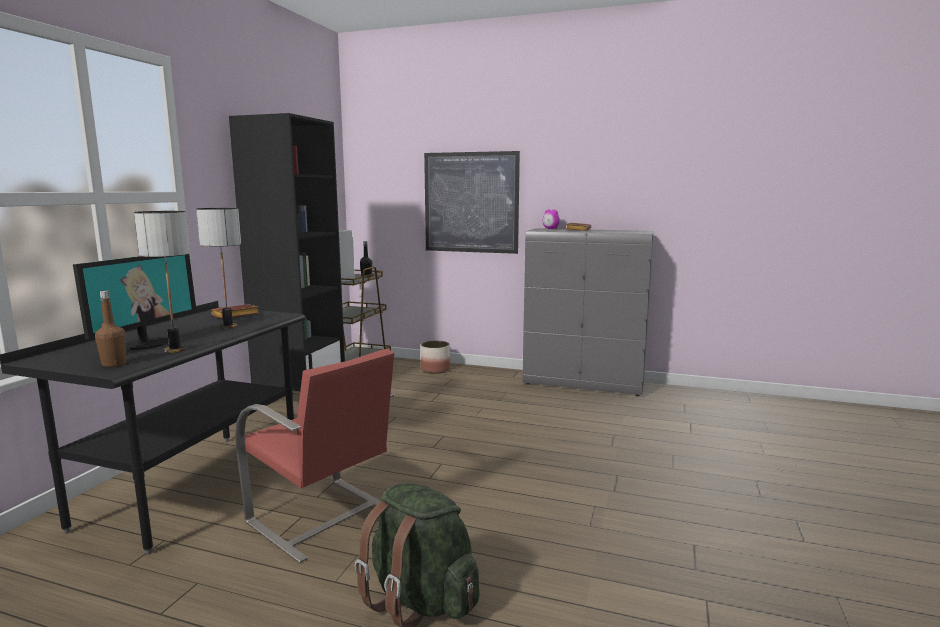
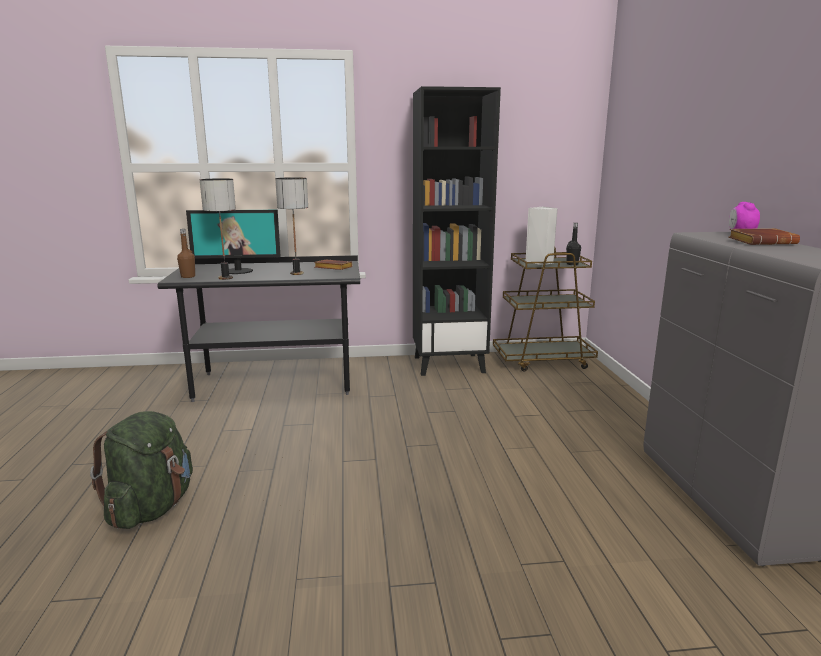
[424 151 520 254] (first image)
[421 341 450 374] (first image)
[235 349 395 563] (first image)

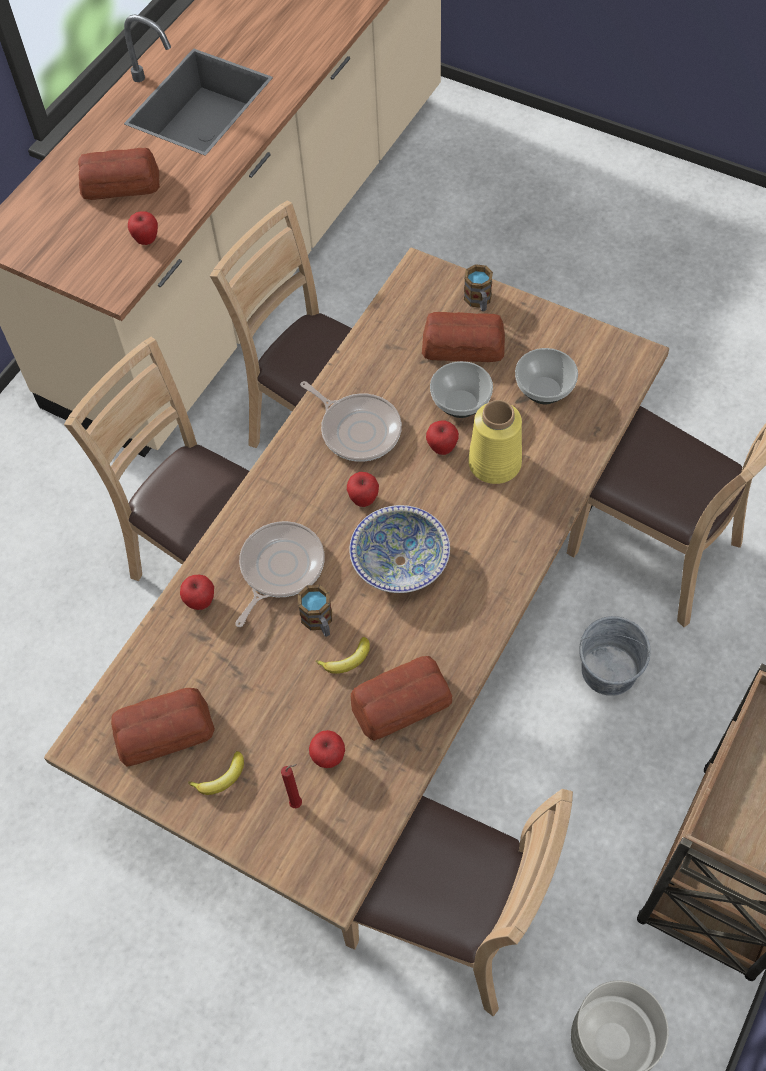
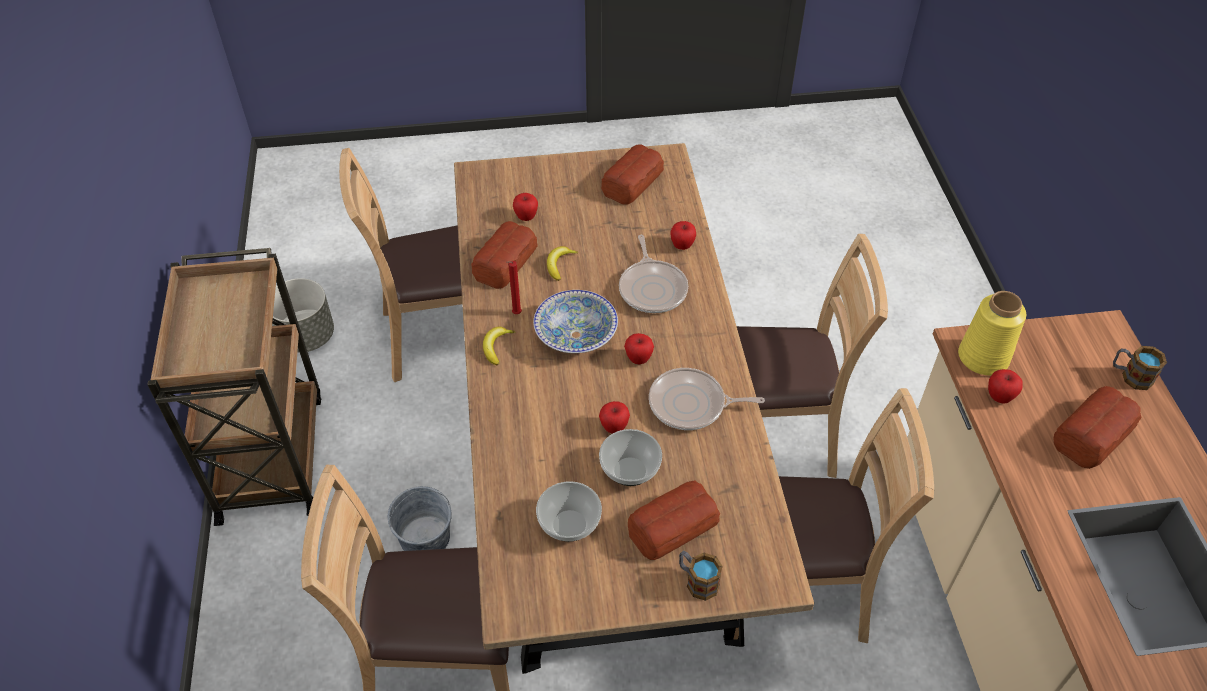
[958 291 1026 375]
[1113 346 1167 390]
[483 327 516 365]
[506 261 522 314]

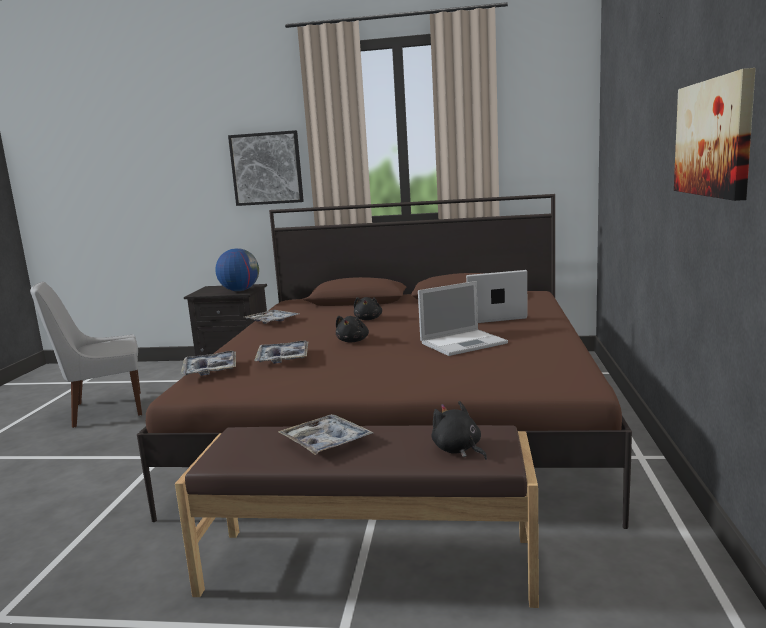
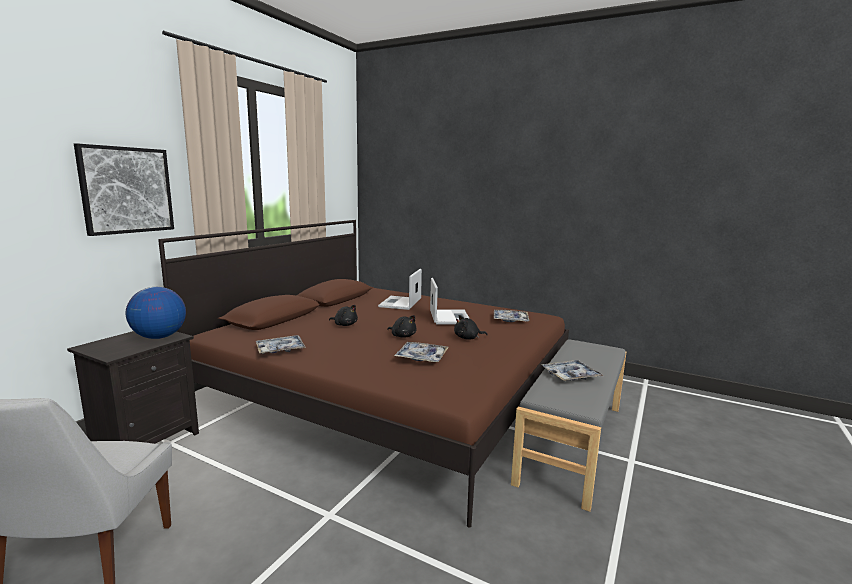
[674 68 756 201] (first image)
[494 310 529 322]
[454 315 488 340]
[511 339 626 512]

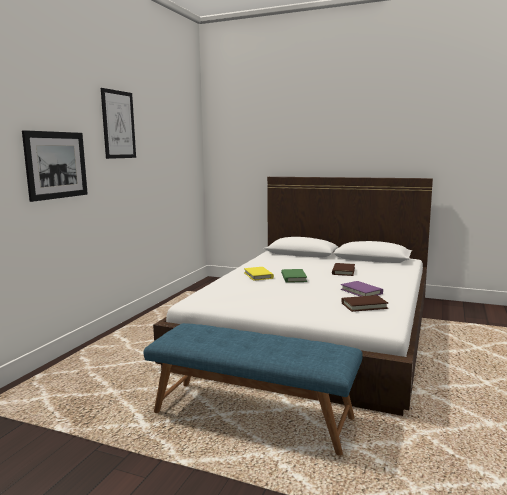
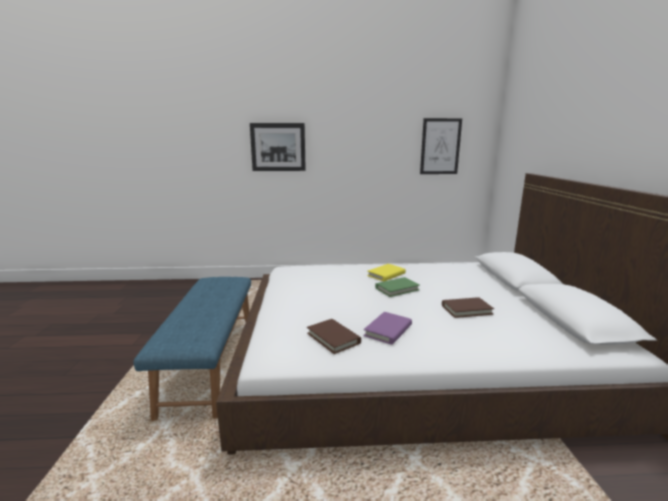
[420 118 462 174]

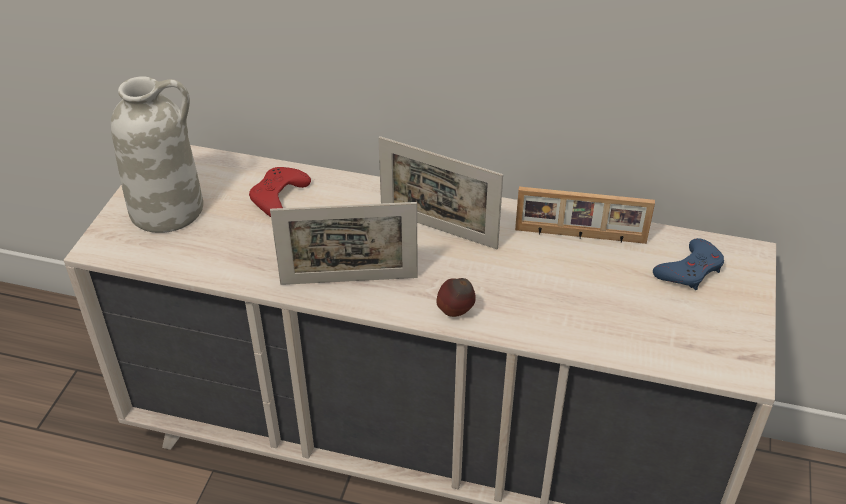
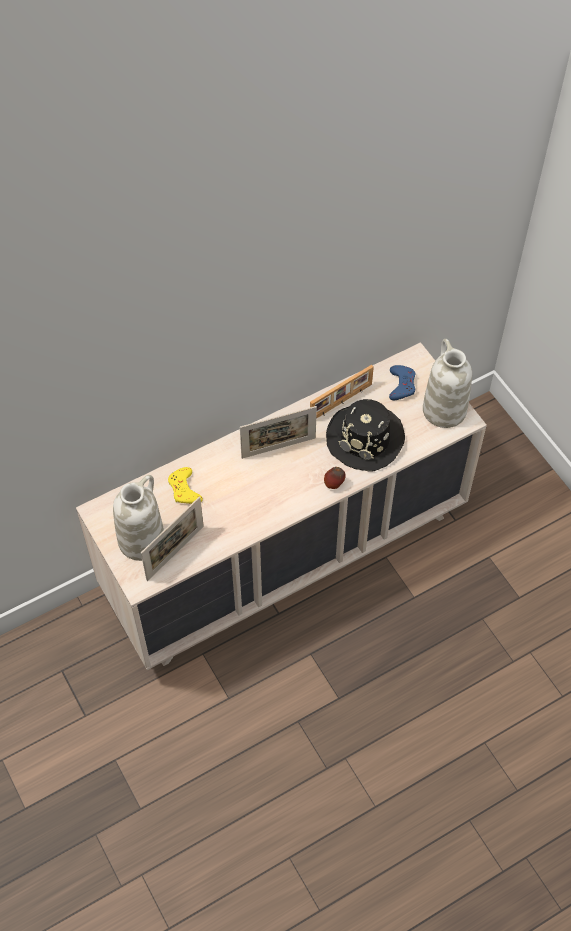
[168 467 203 504]
[141 497 204 581]
[423 339 472 428]
[326 399 405 472]

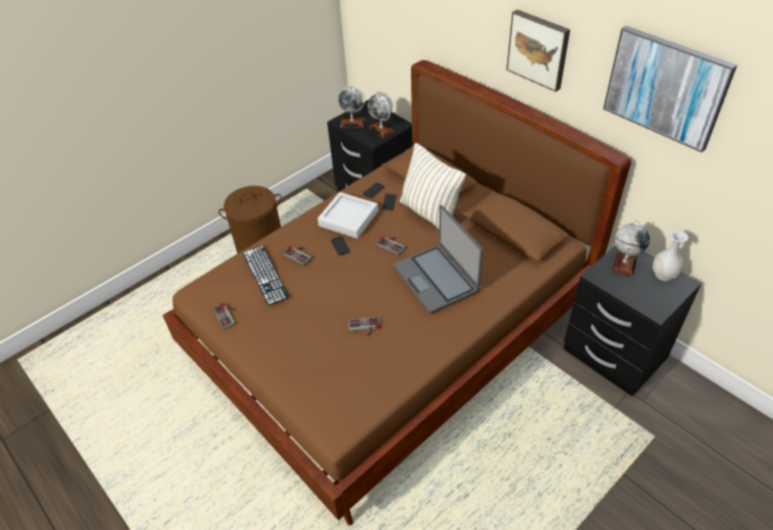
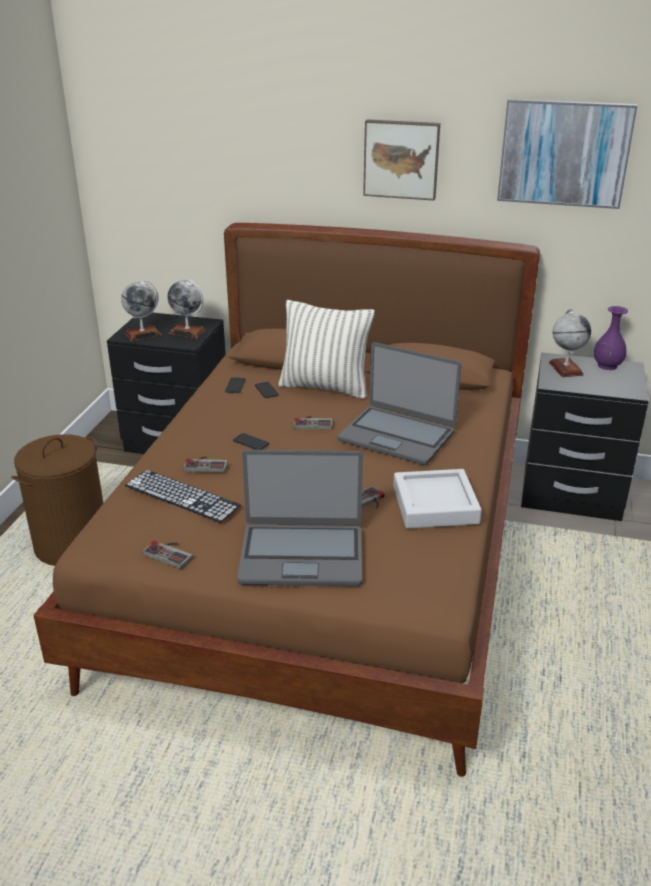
[393 469 482 529]
[594 306 628 370]
[237 450 363 586]

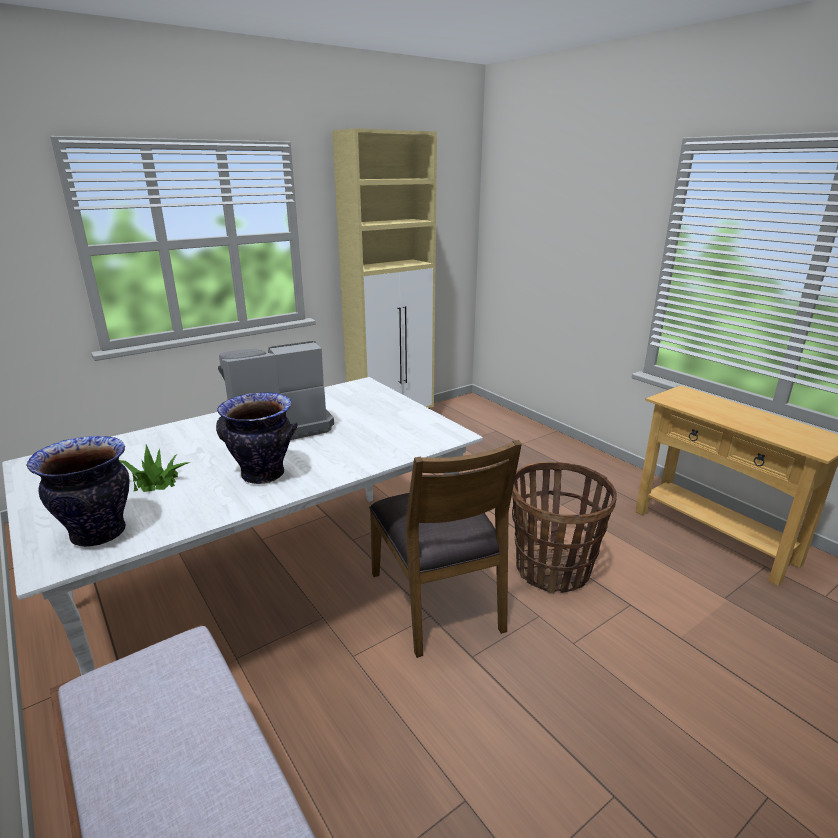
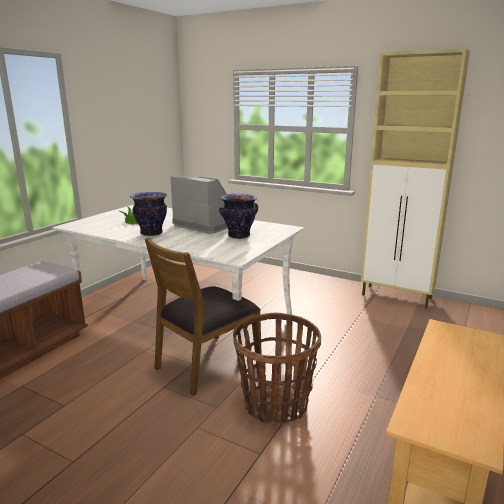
[219 193 258 239]

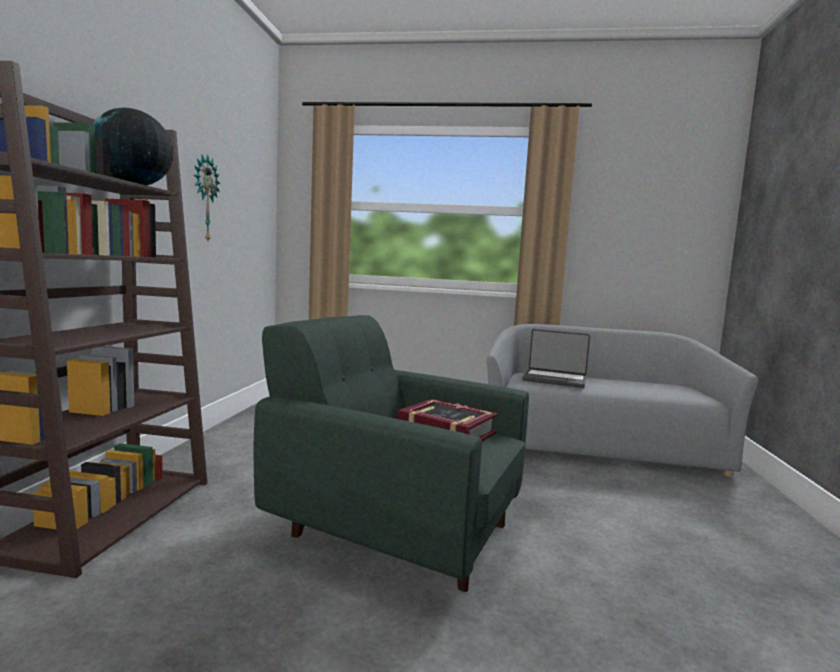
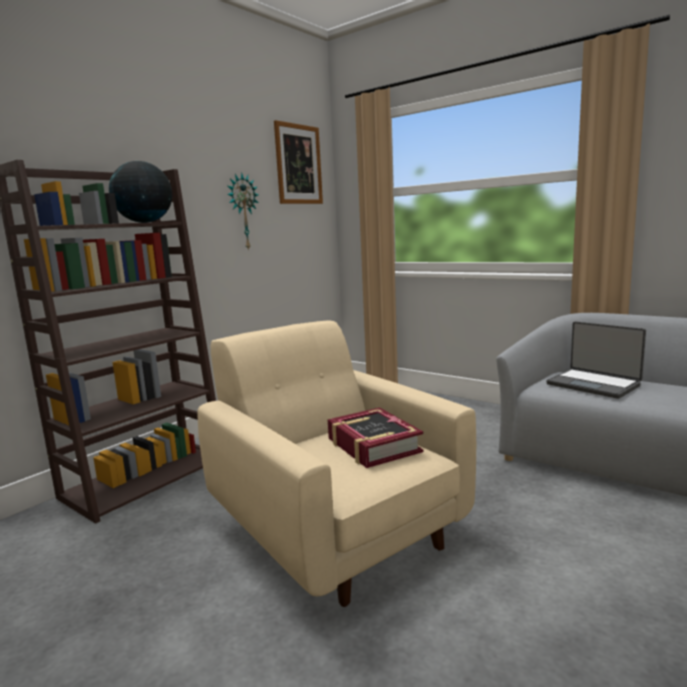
[197 321 476 607]
[274 120 323 204]

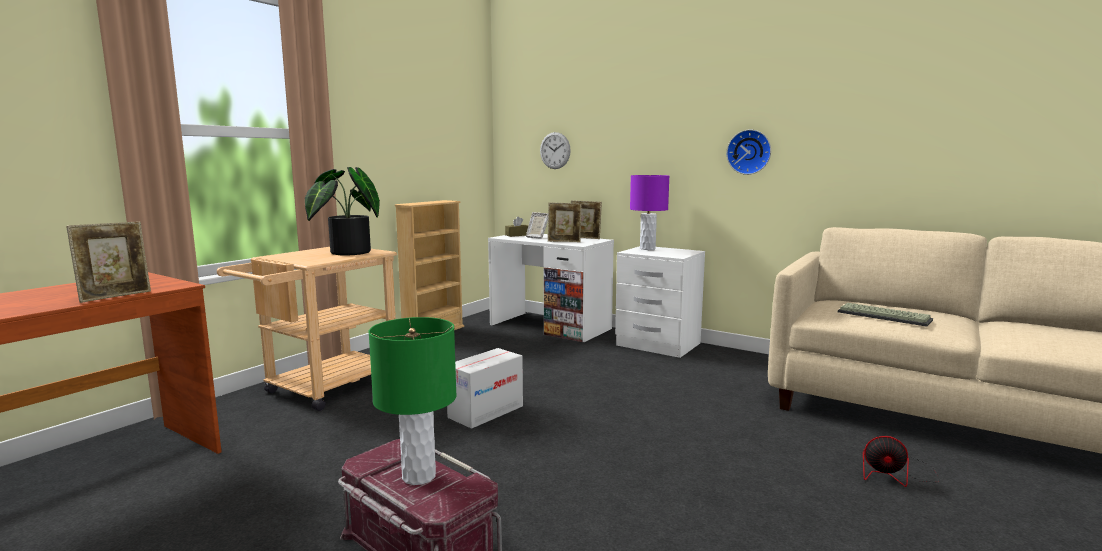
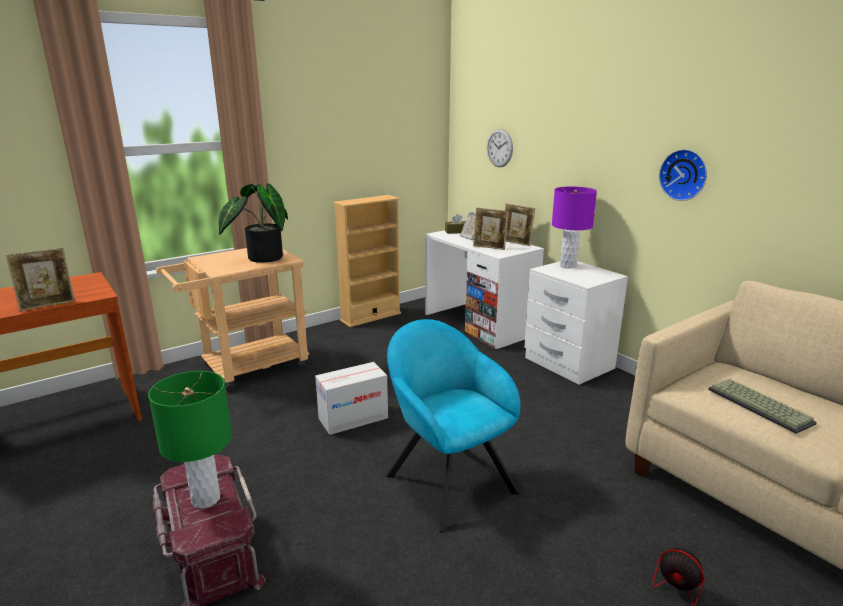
[386 319 520 533]

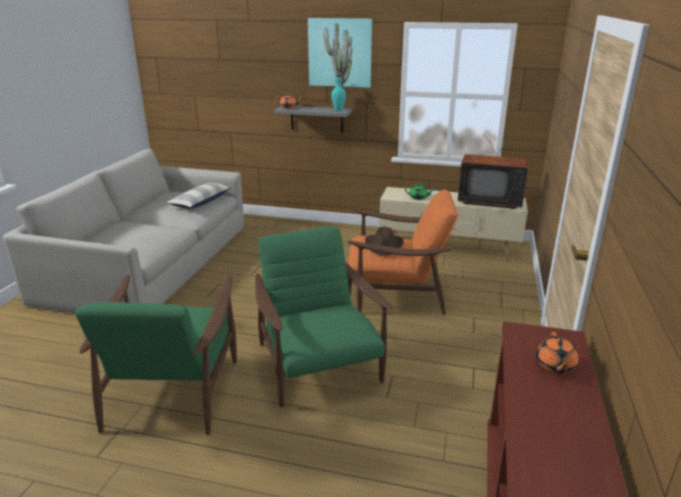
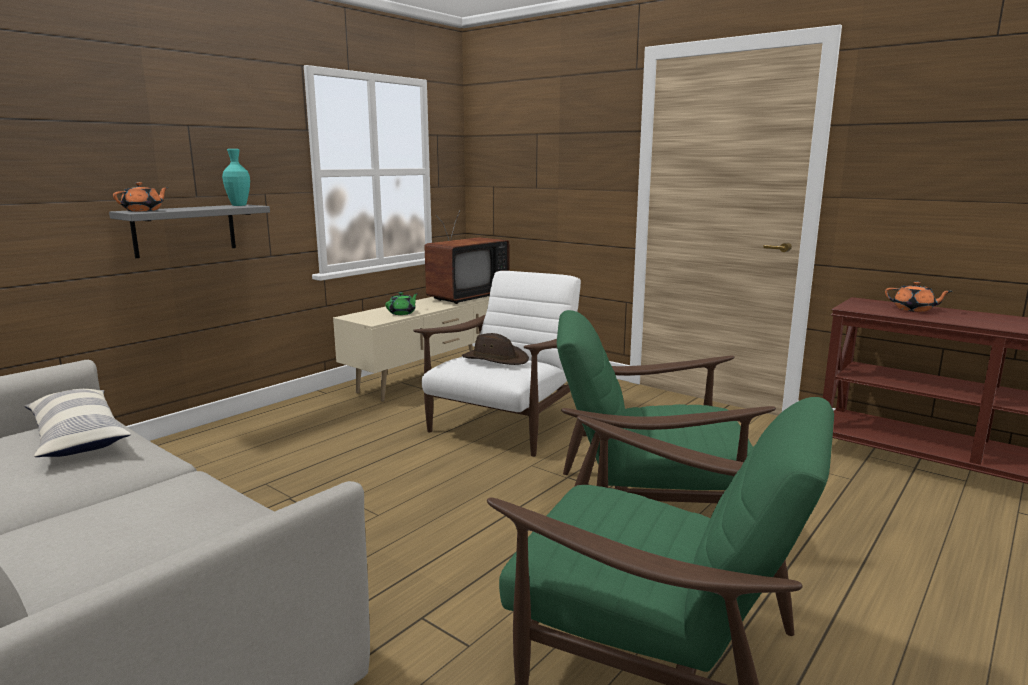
[308 18 372 88] (first image)
[413 271 581 457]

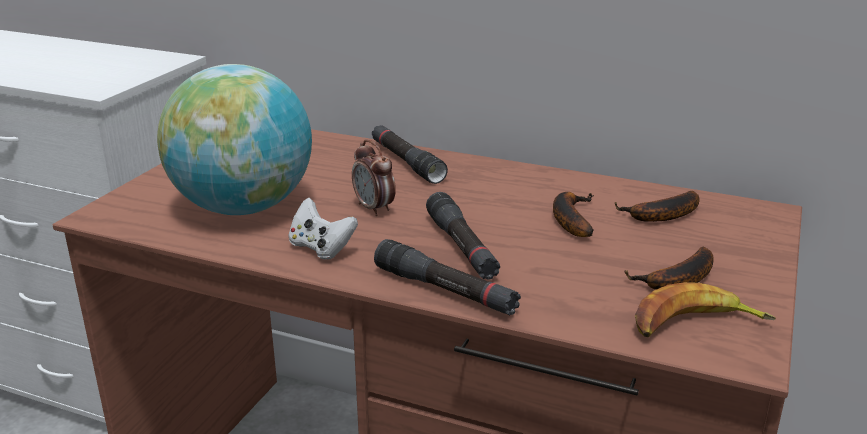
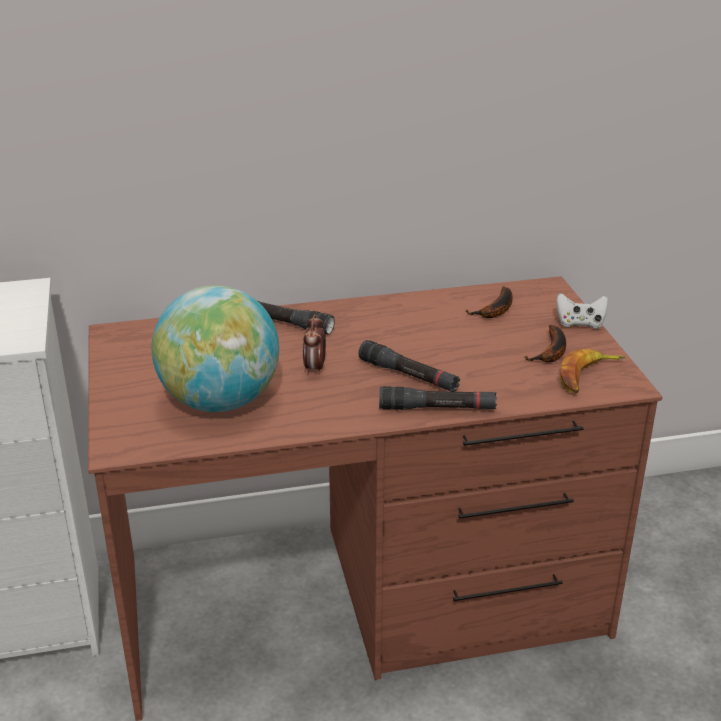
[303 314 326 375]
[553 192 594 237] (first image)
[556 293 608 329]

